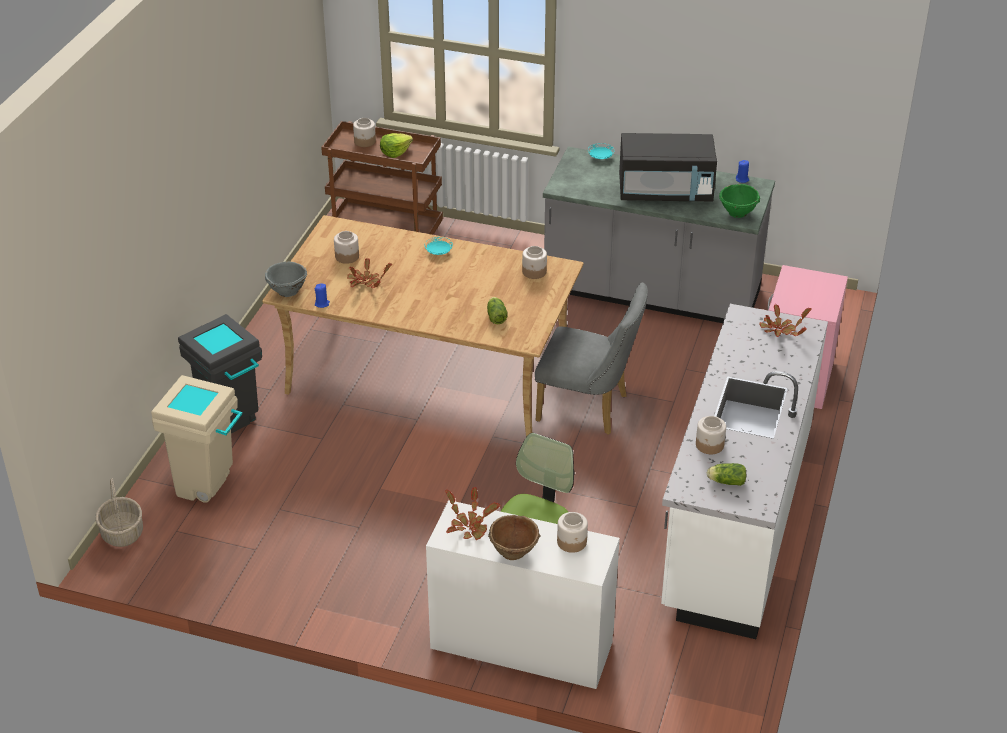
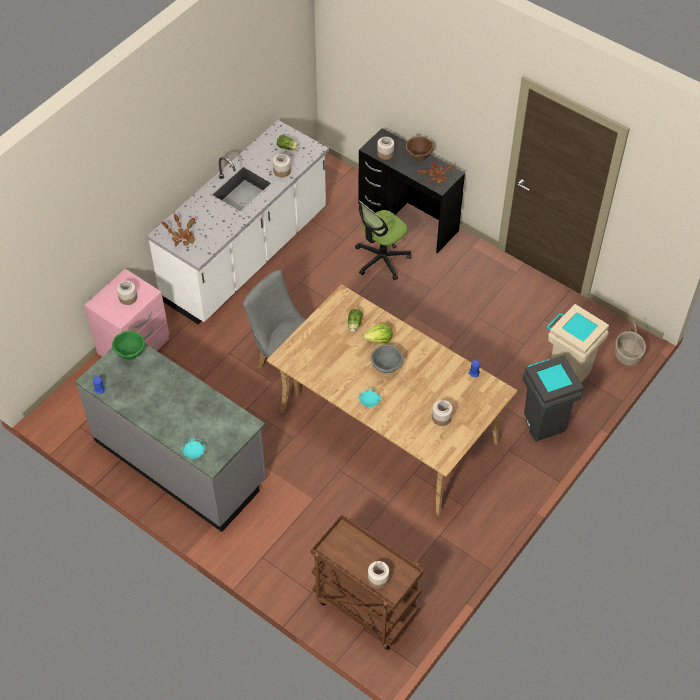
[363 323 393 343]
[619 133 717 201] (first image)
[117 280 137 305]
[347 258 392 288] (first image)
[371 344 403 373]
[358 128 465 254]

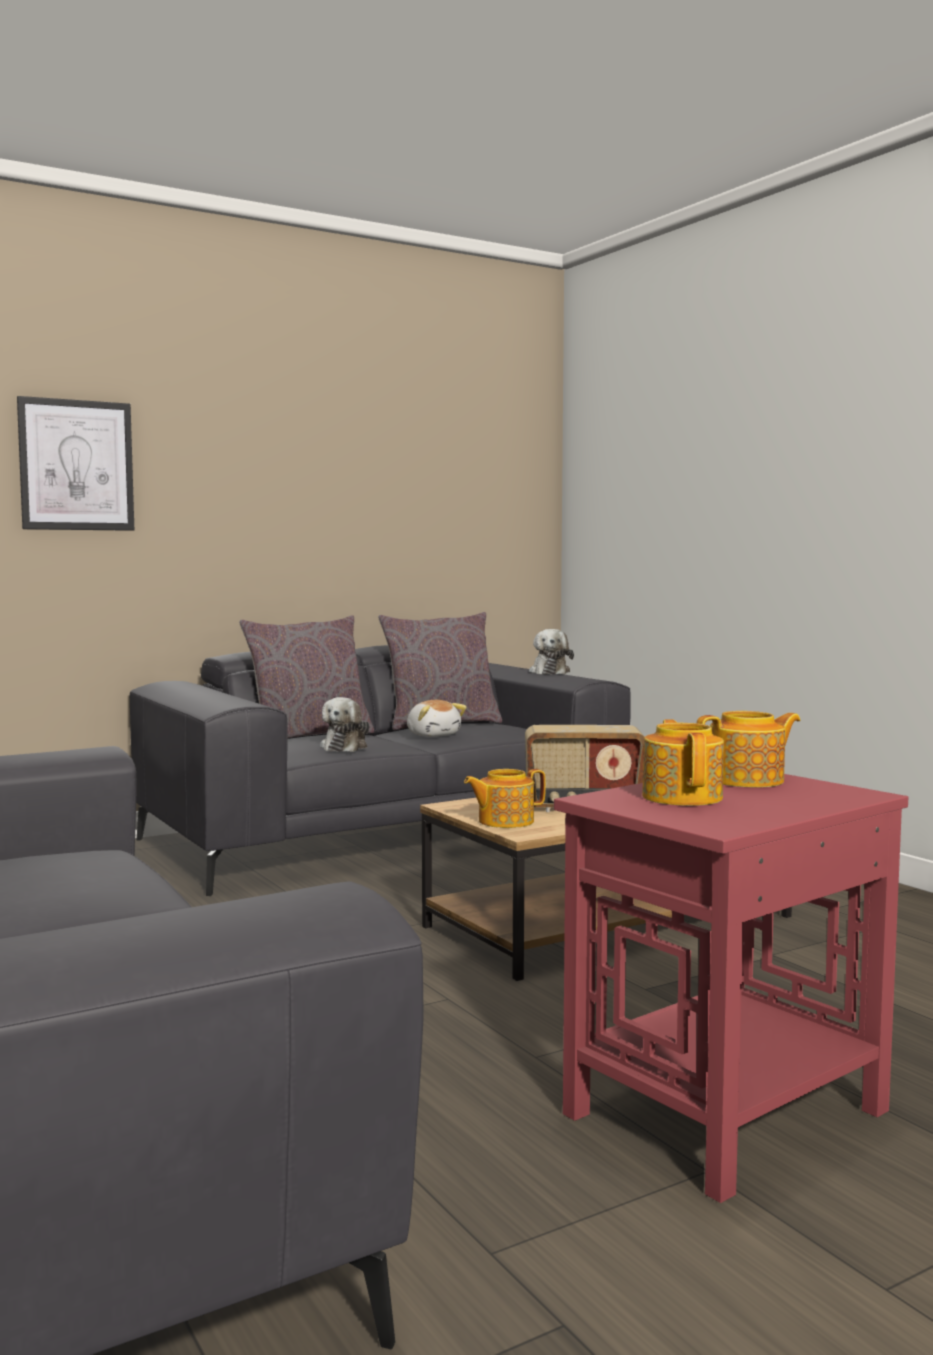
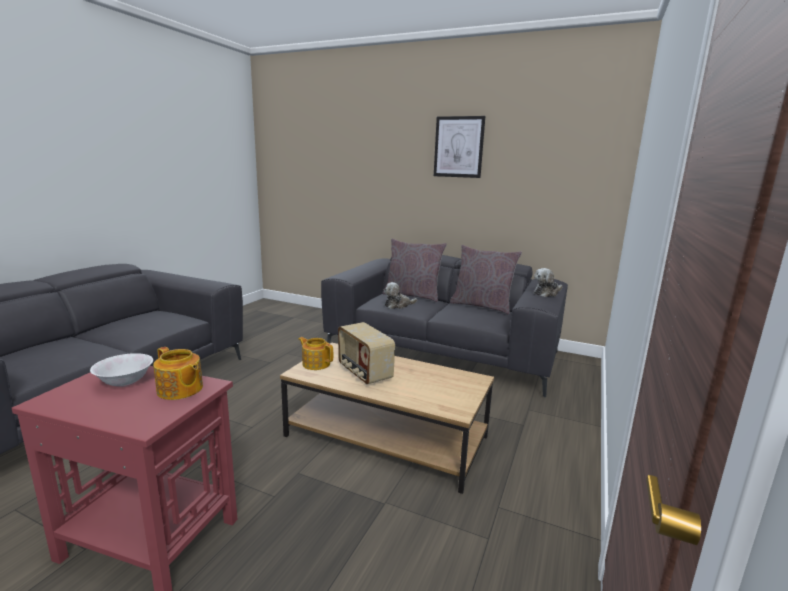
[434 116 485 178]
[407 700 467 737] (first image)
[90 353 153 387]

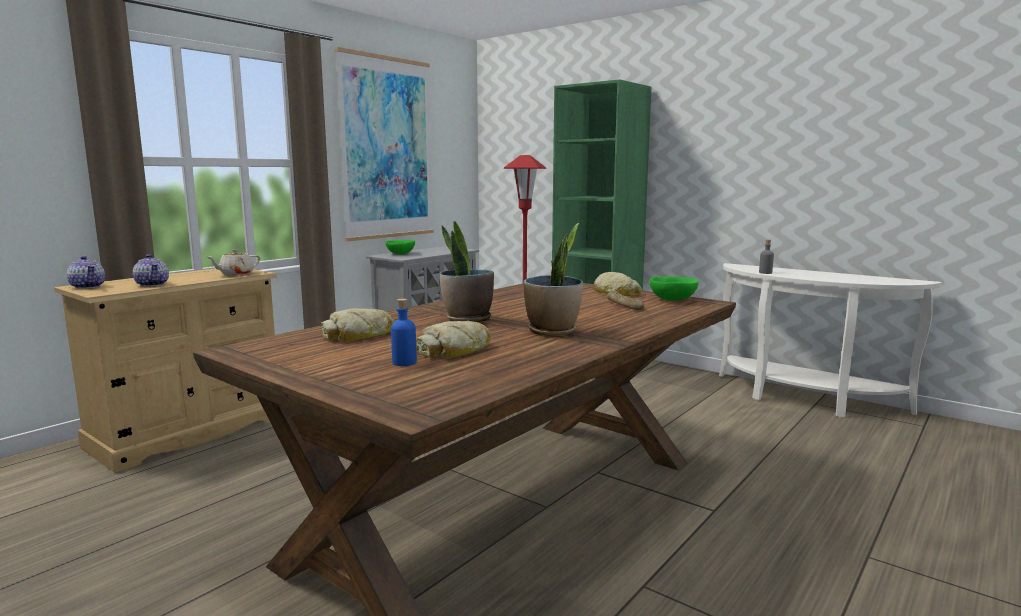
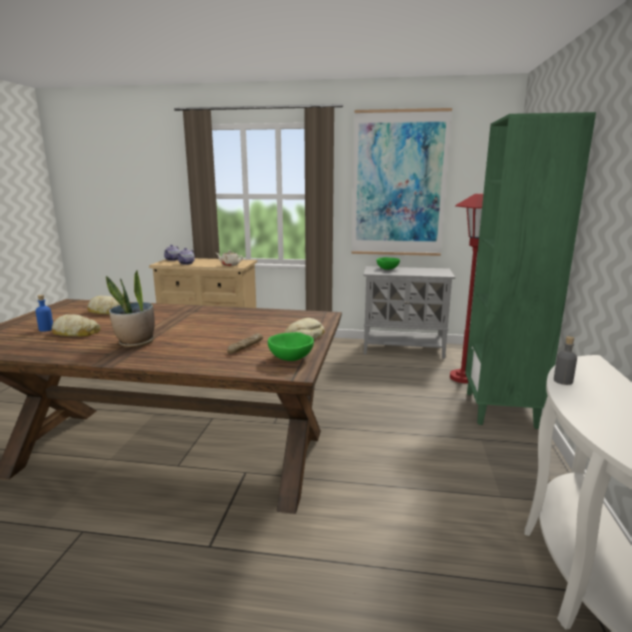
[439 221 494 322] (first image)

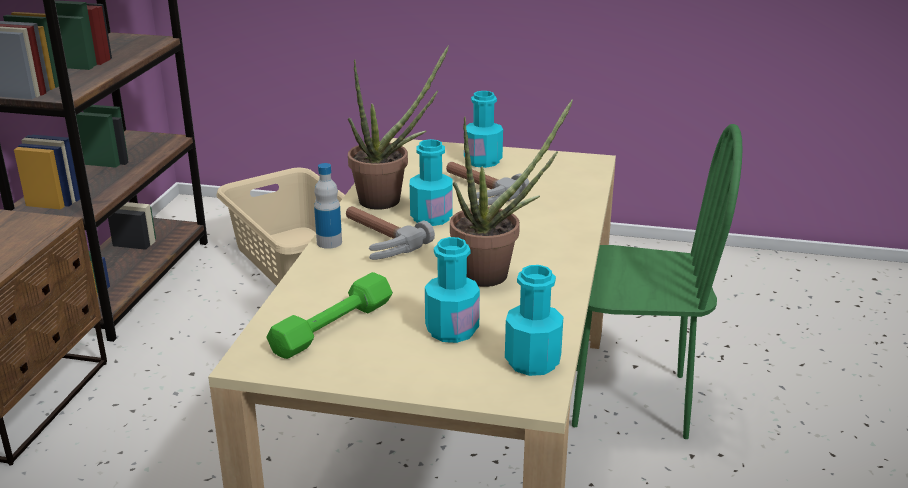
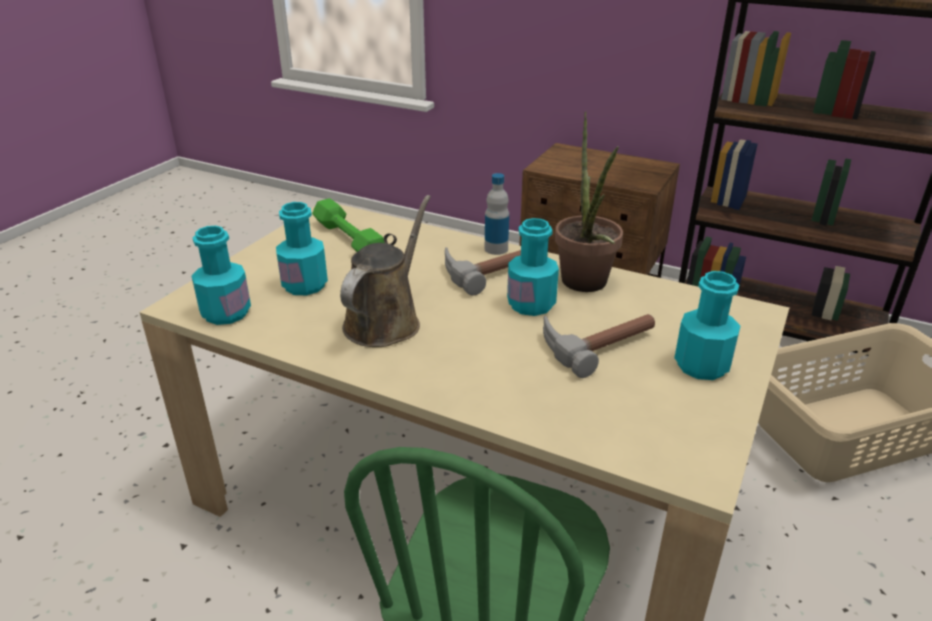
[340 195 431 347]

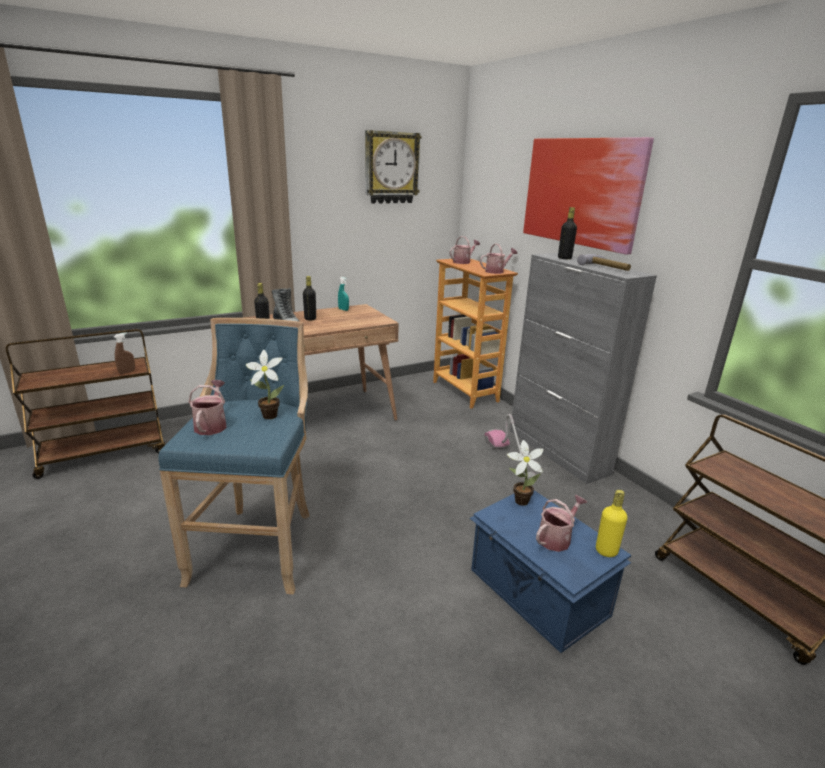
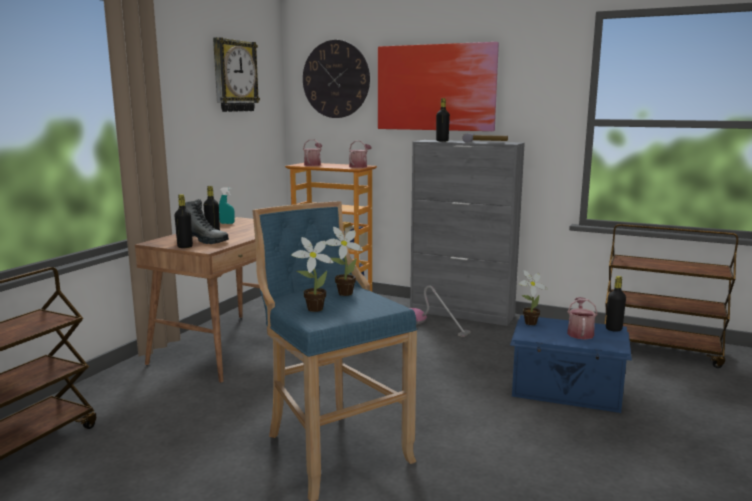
[114 332 135 374] (first image)
[292 237 334 312]
[606 276 626 331]
[303 40 370 118]

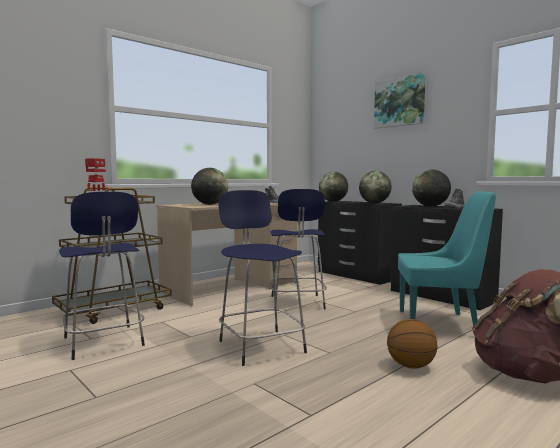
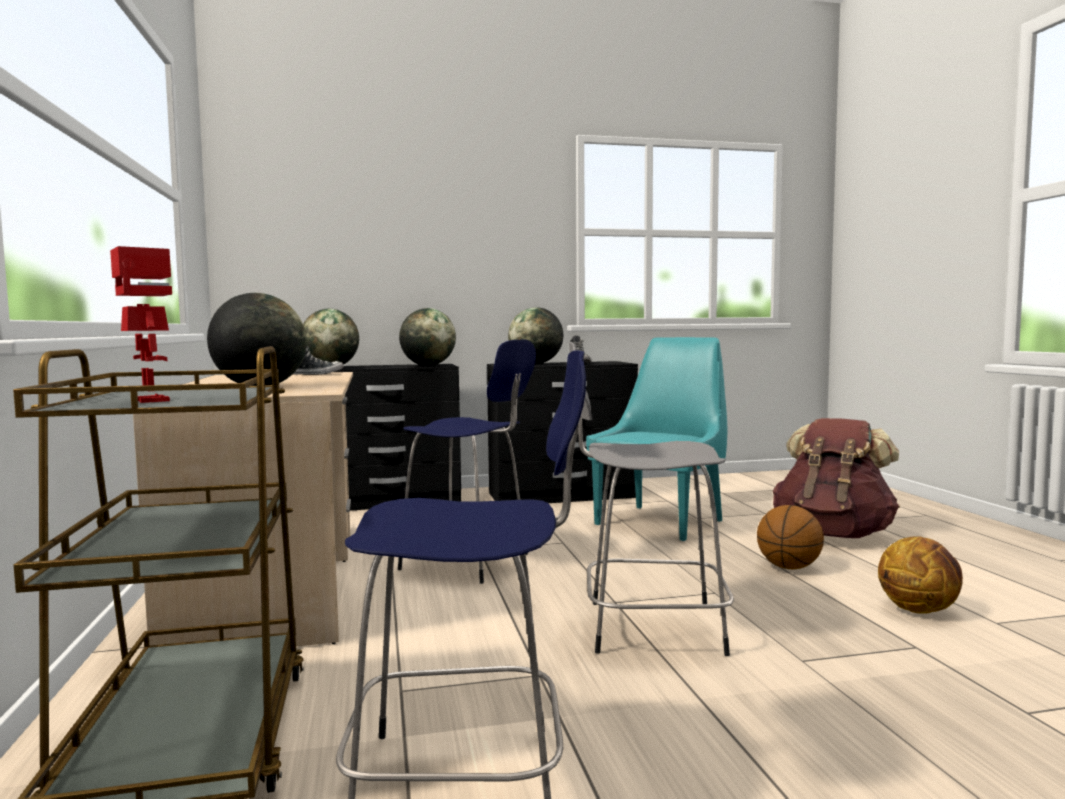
[374 73 426 129] (first image)
[569 342 734 656]
[878 536 963 614]

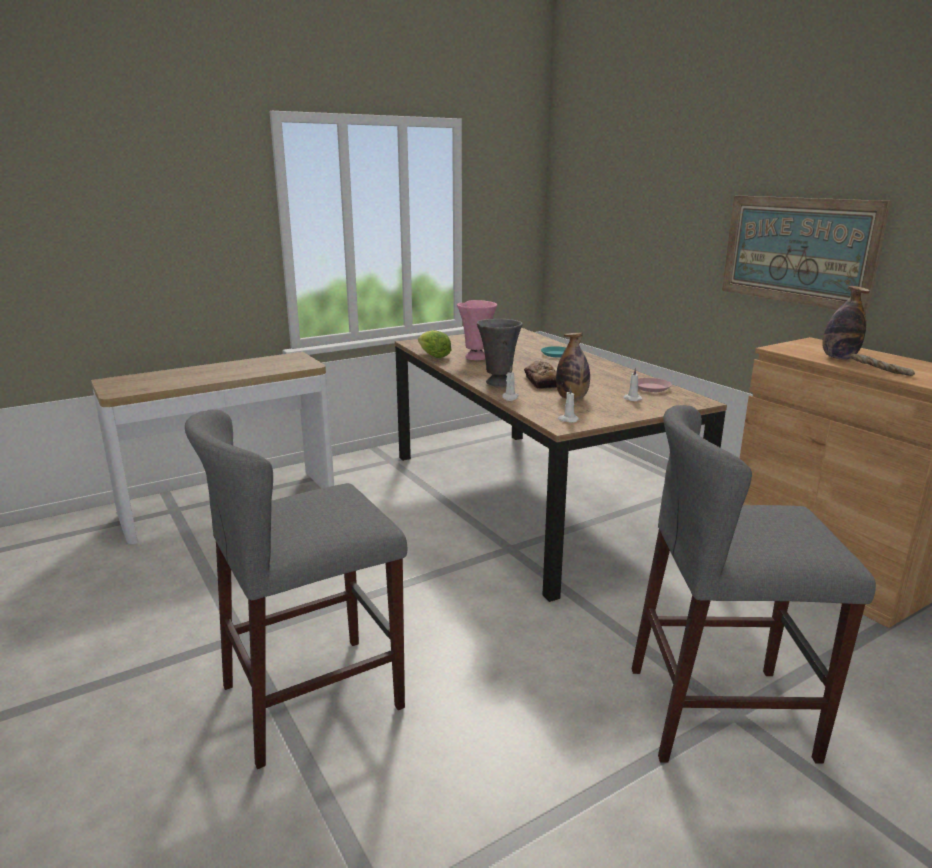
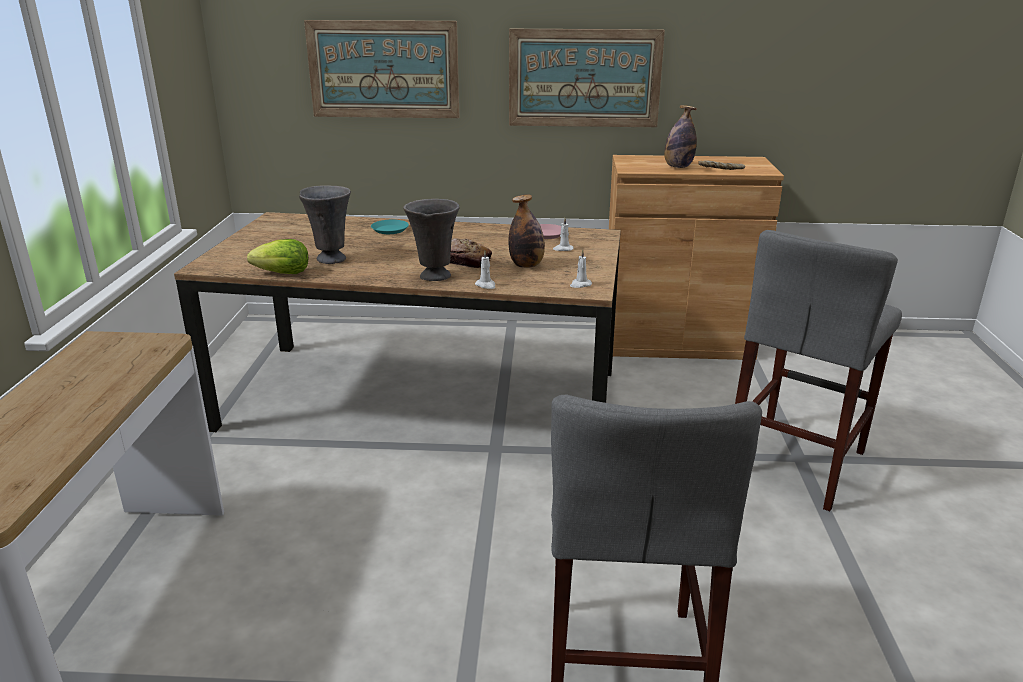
[299 185 351 264]
[304 20 459 118]

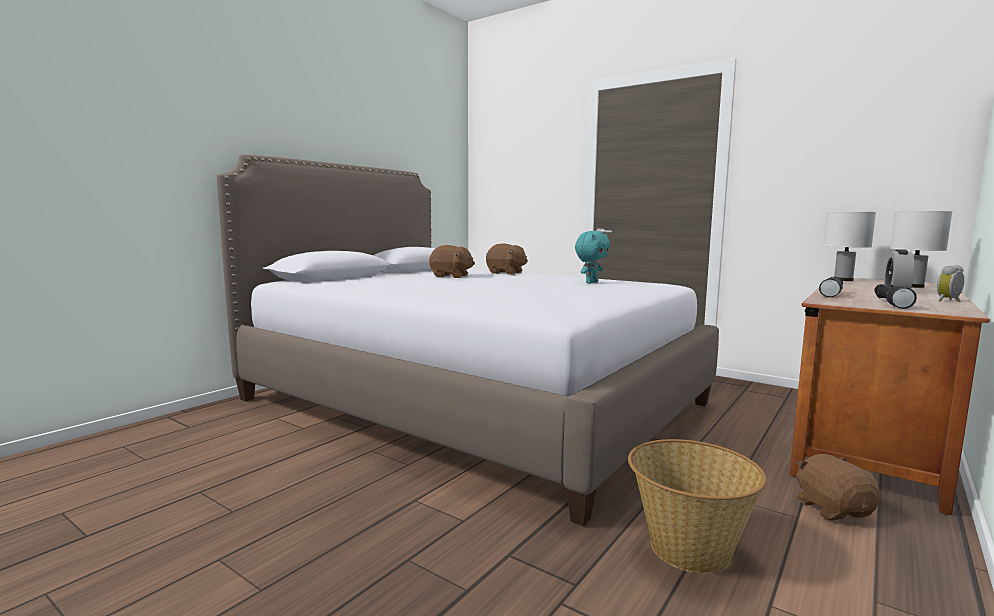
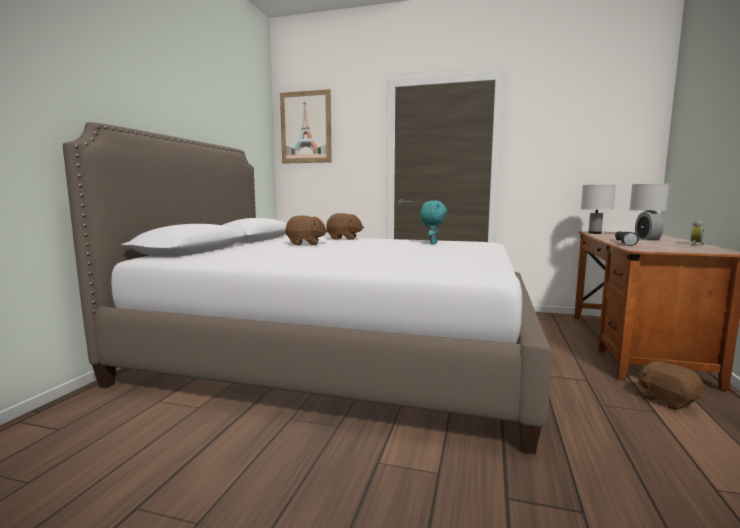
[874 284 917 309] (first image)
[628 439 767 574] (first image)
[280 89 332 164]

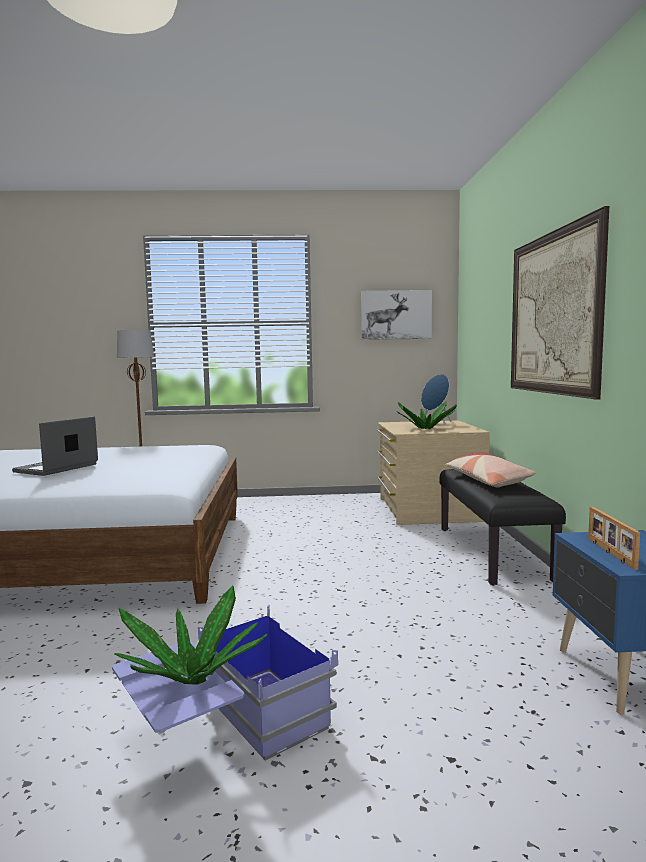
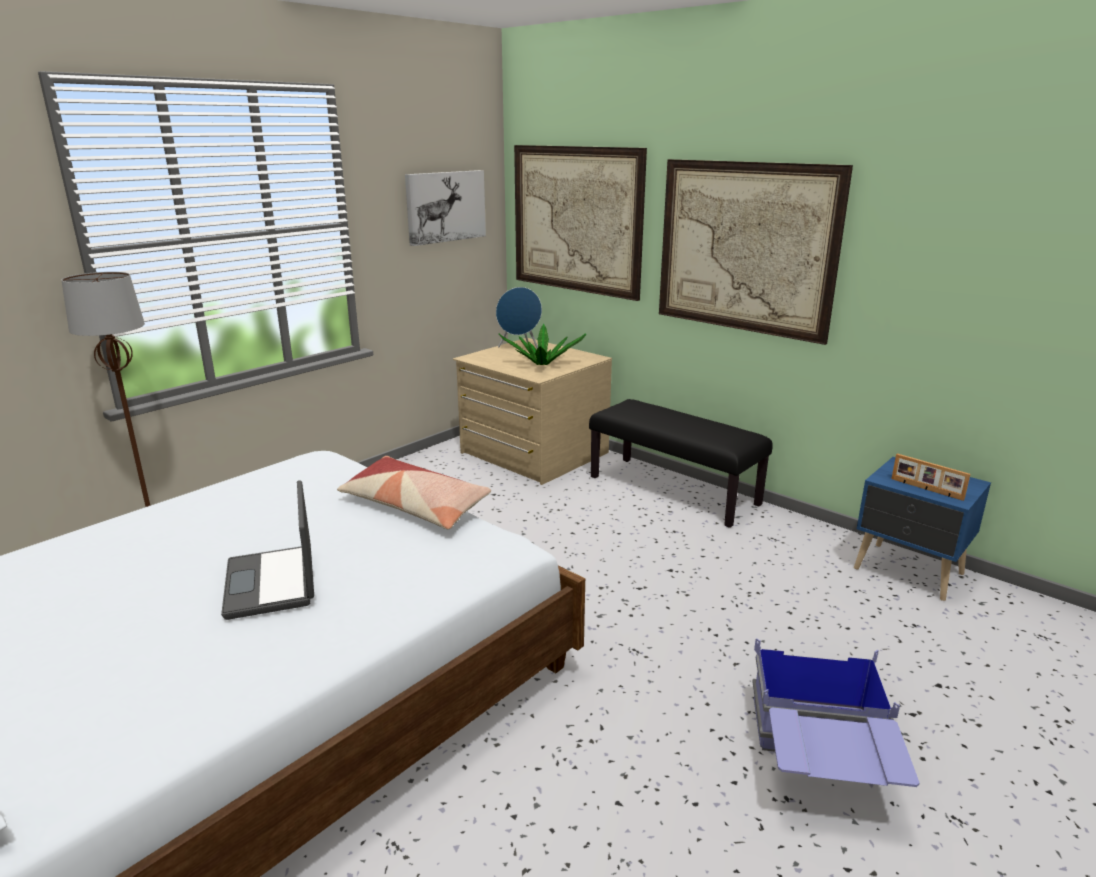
[337 456 491 529]
[115 585 267 685] (first image)
[514 145 647 301]

